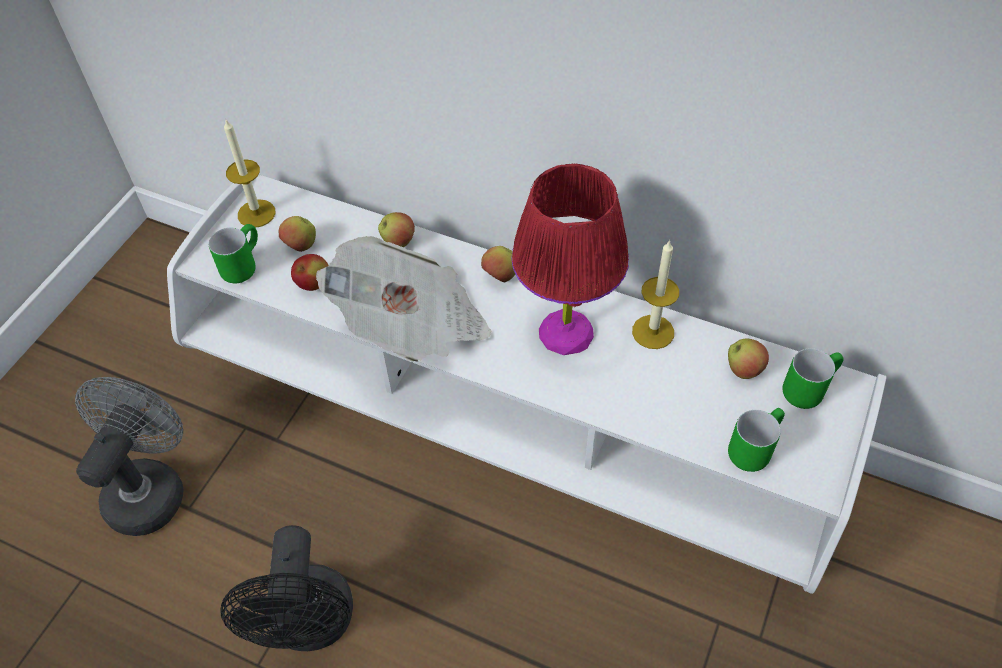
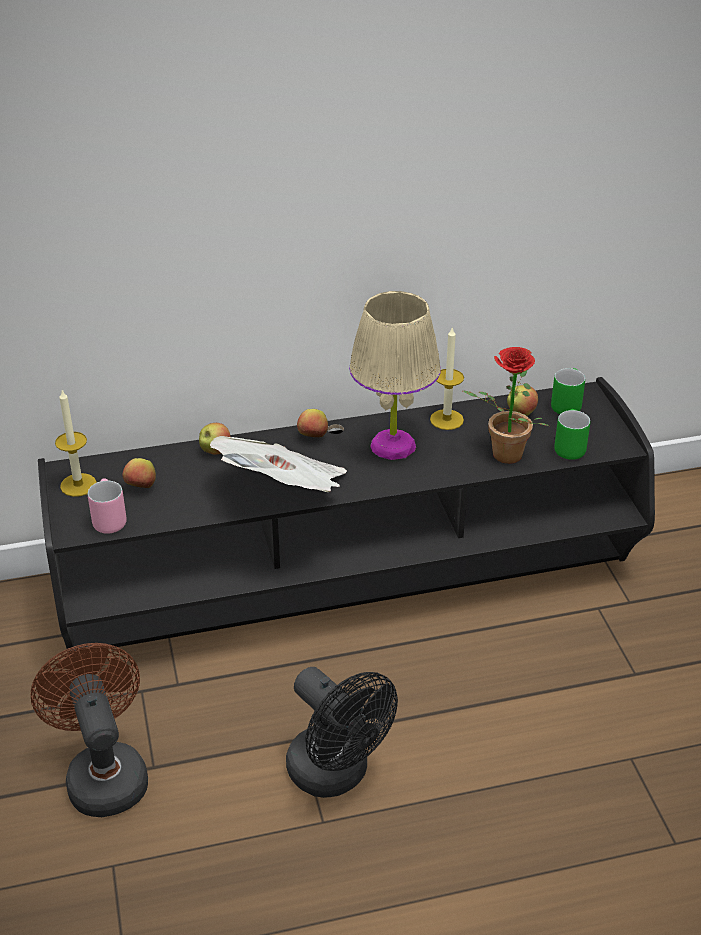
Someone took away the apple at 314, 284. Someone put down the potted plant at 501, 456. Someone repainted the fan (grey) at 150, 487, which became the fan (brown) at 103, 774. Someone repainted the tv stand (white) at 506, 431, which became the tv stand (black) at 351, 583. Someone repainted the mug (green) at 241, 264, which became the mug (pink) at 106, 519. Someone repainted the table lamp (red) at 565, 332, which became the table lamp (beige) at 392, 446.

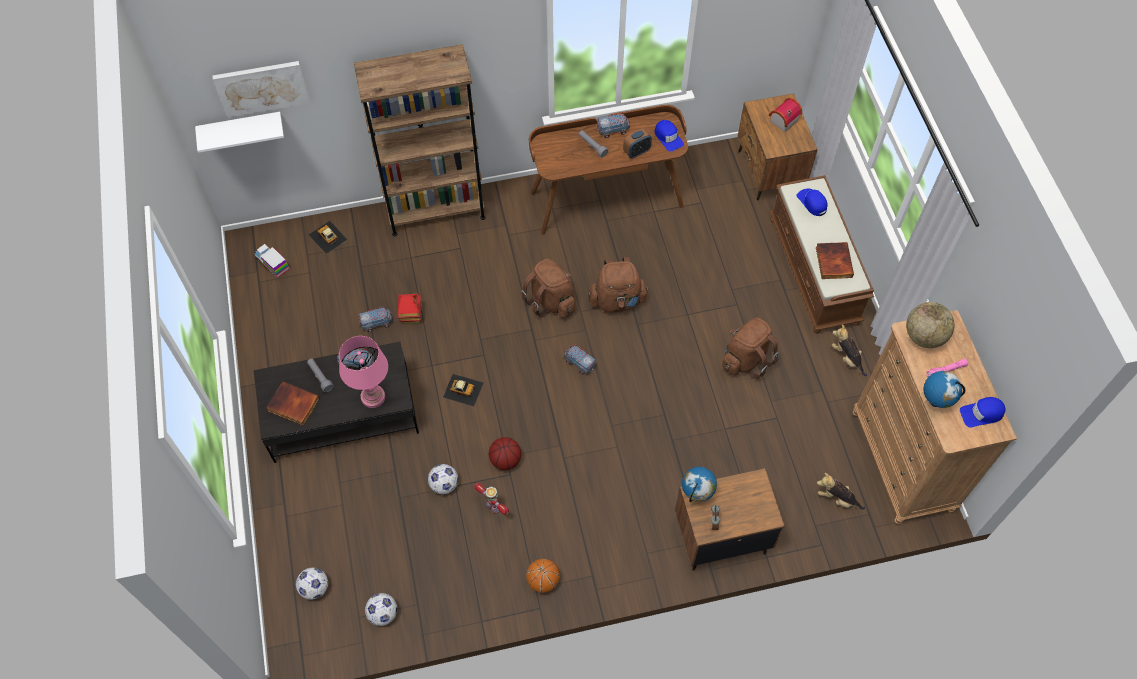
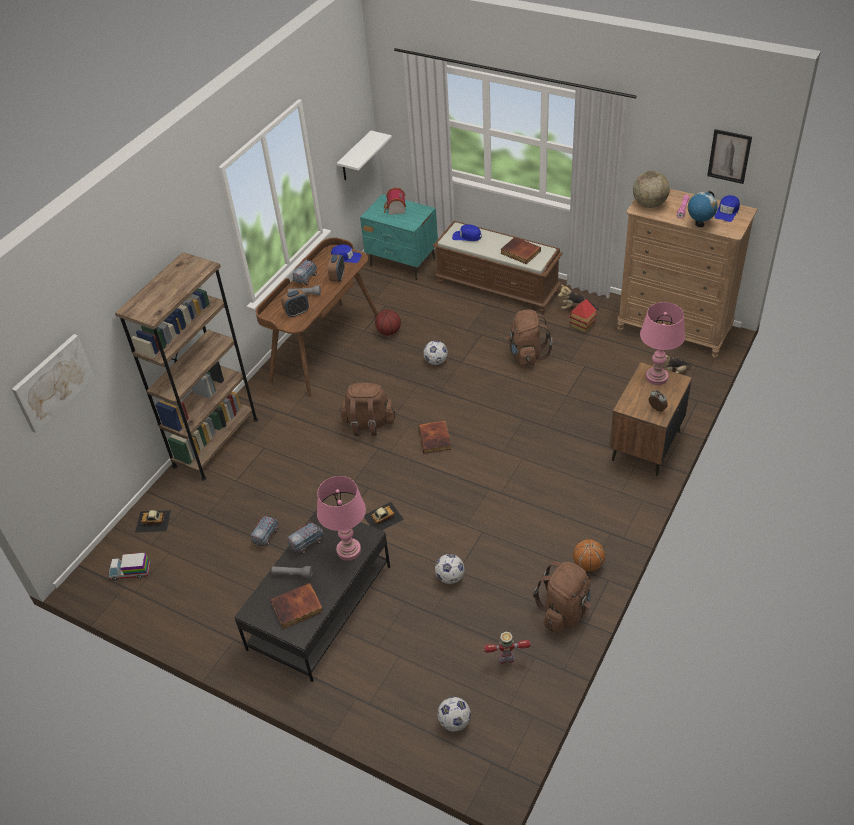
Someone took away the globe at 696, 494. Someone put down the alarm clock at 297, 312. Someone put down the table lamp (pink) at 656, 377. Someone put up the picture at 729, 156. Someone carried the shelf (white) from 241, 129 to 355, 157. Someone carried the football from 383, 614 to 436, 361. Someone carried the toy house from 411, 315 to 582, 325. Someone carried the toy robot from 494, 507 to 506, 658. Someone carried the basketball from 506, 460 to 389, 332. Someone carried the backpack (brown) from 617, 300 to 565, 611. Someone swapped the toy truck at 579, 363 for the book at 435, 438. Someone repainted the nightstand (brown) at 768, 172, which became the nightstand (turquoise) at 403, 262.

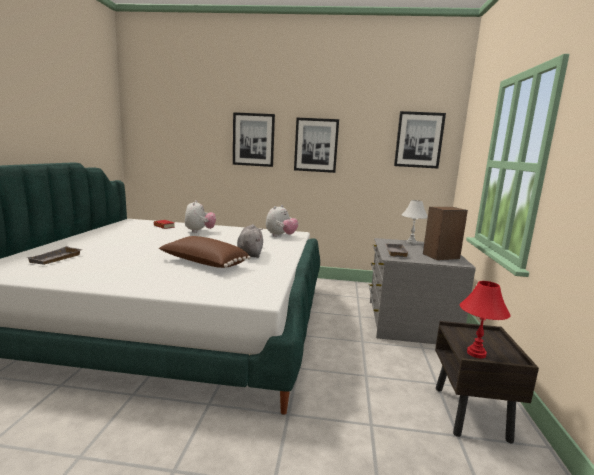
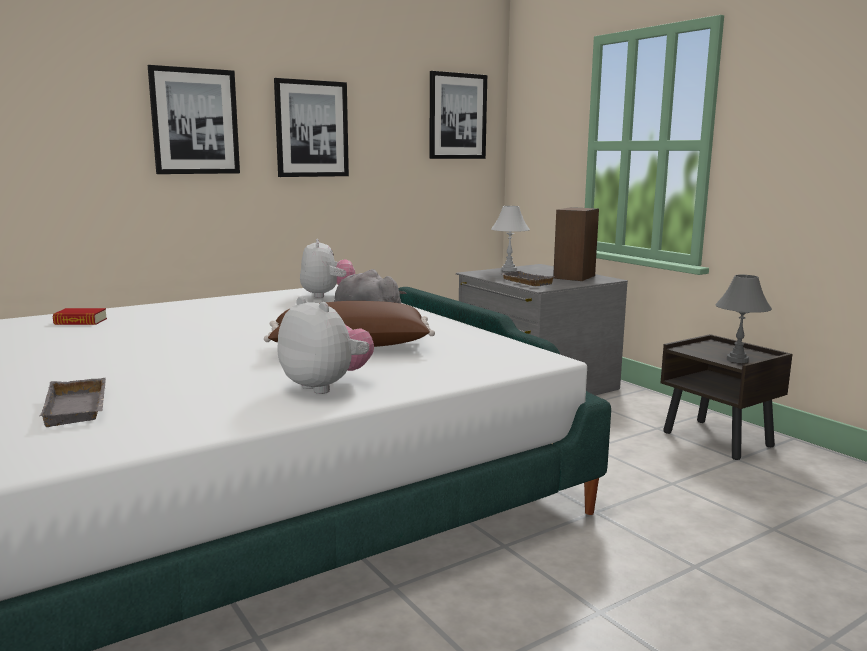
Someone carried the plush toy from 199, 231 to 326, 386. Someone repainted the table lamp (red) at 476, 353, which became the table lamp (grey) at 737, 360.

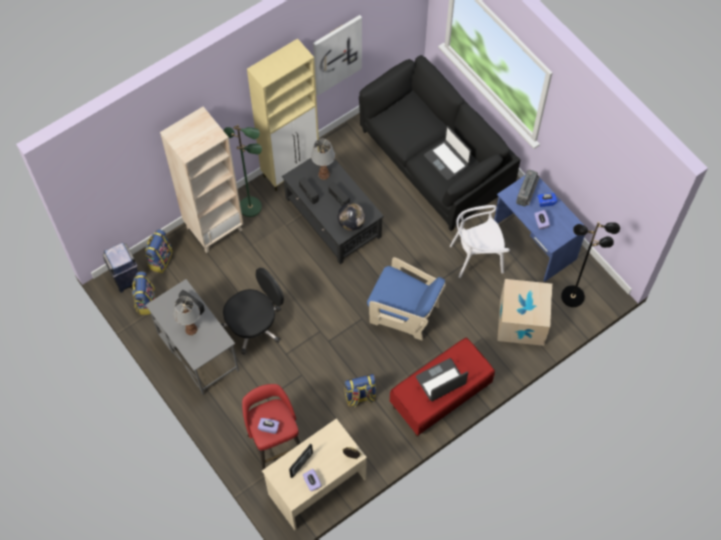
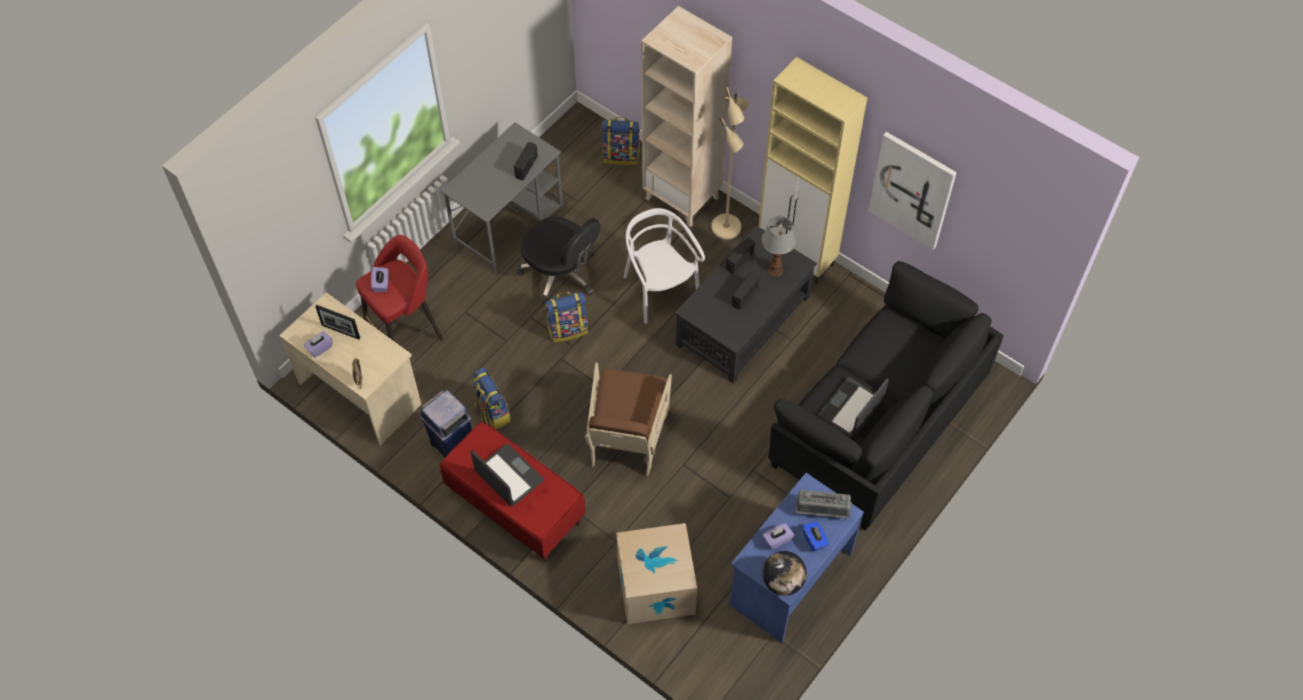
Someone took away the table lamp at 191, 329. Someone took away the floor lamp (black) at 573, 296. Someone carried the trash can (blue) from 126, 279 to 452, 445. Someone carried the backpack from 145, 301 to 568, 329. Someone carried the globe from 351, 223 to 782, 581. Someone carried the chair (white) from 477, 257 to 659, 290. Someone repainted the floor lamp (green) at 251, 206, which became the floor lamp (beige) at 727, 227. Someone repainted the armchair (blue) at 404, 312, which became the armchair (brown) at 627, 436.

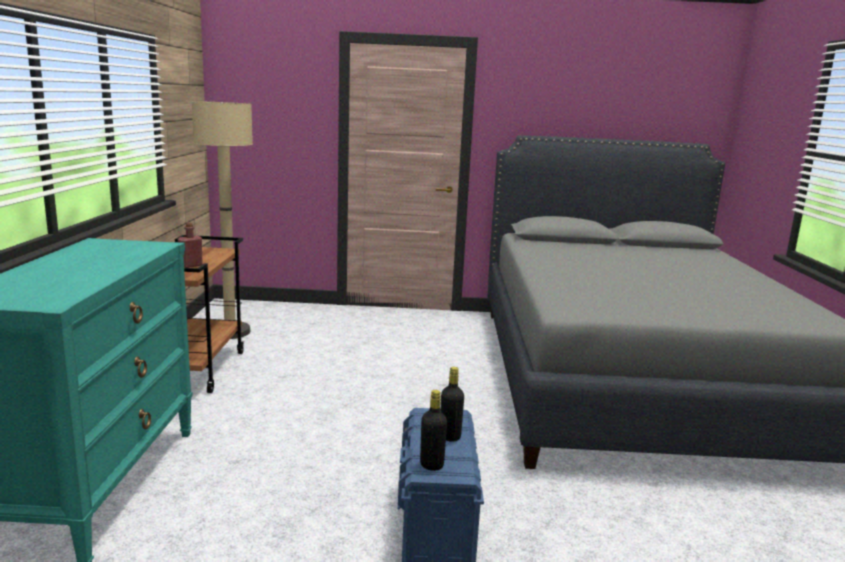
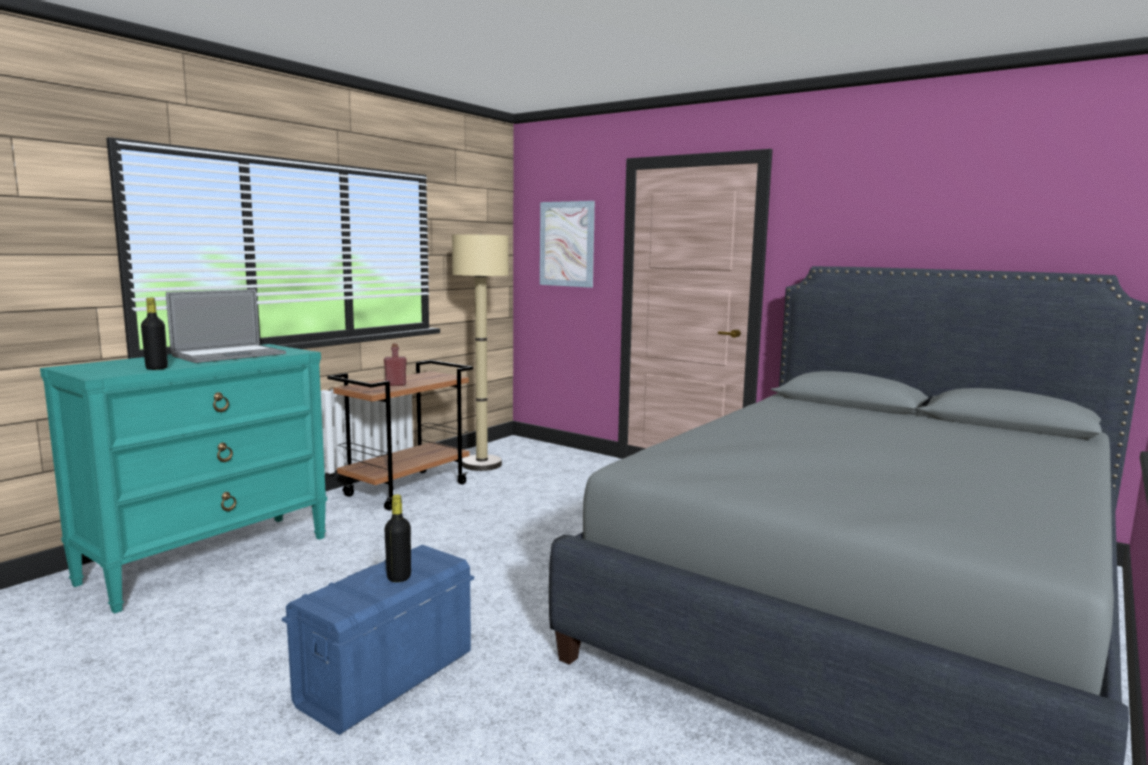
Someone put down the laptop at 229, 355. Someone put up the picture at 567, 244. Someone carried the bottle (black) from 431, 465 to 156, 368.

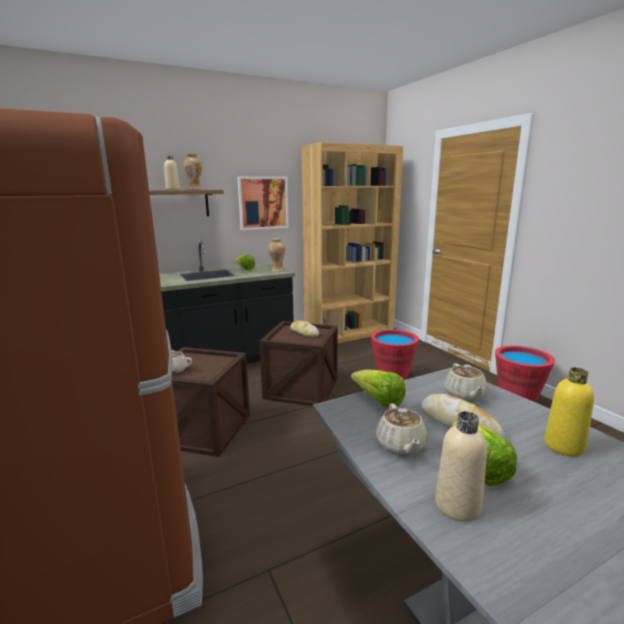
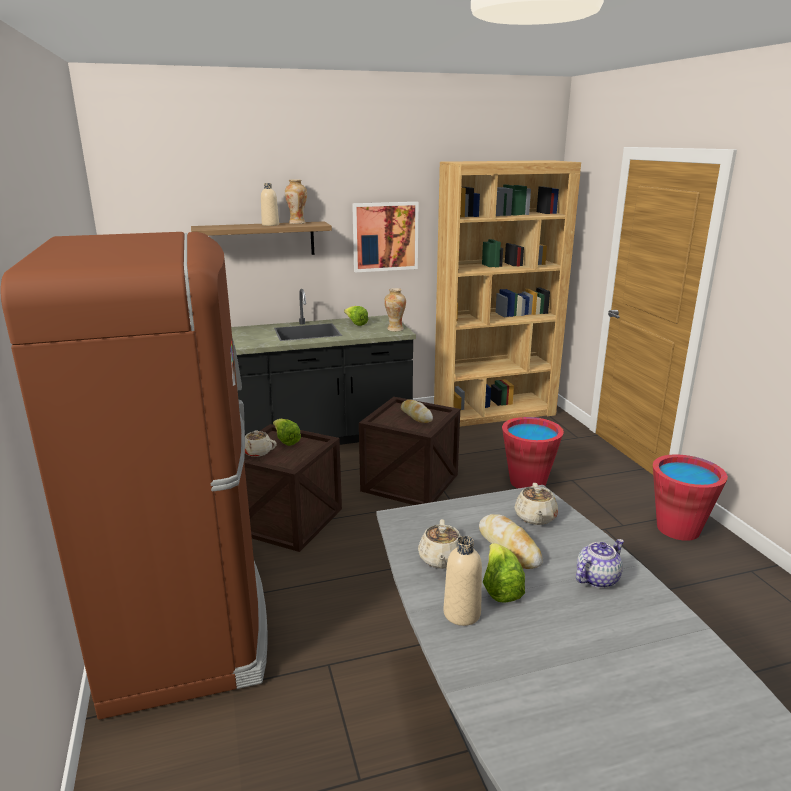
Someone carried the lettuce from 379, 402 to 286, 441. Someone swapped the bottle (yellow) at 563, 446 for the teapot at 597, 578.

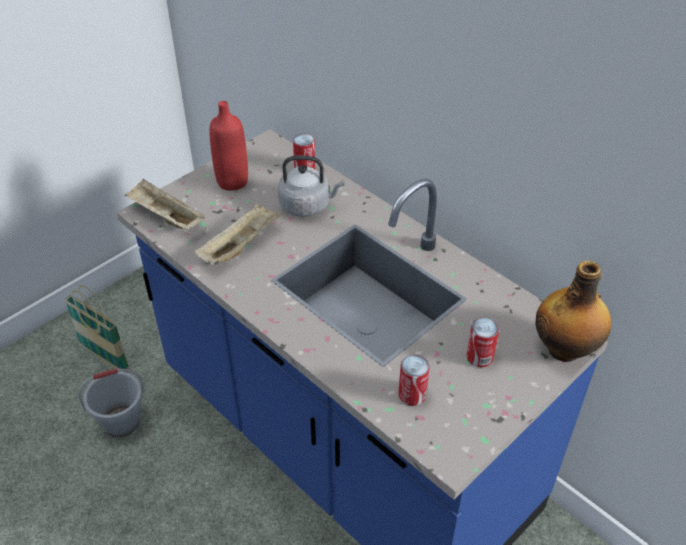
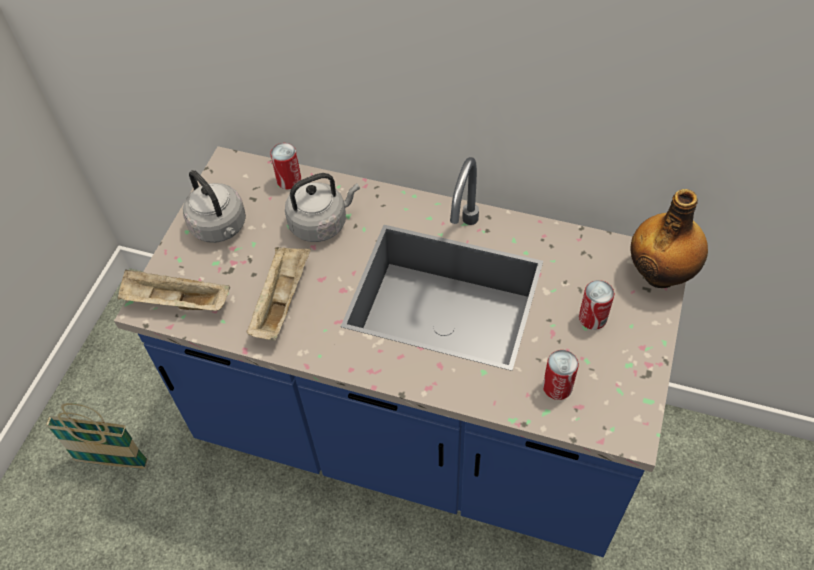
Someone took away the bucket (grey) at 121, 421. Someone swapped the bottle (red) at 232, 181 for the kettle (grey) at 220, 228.

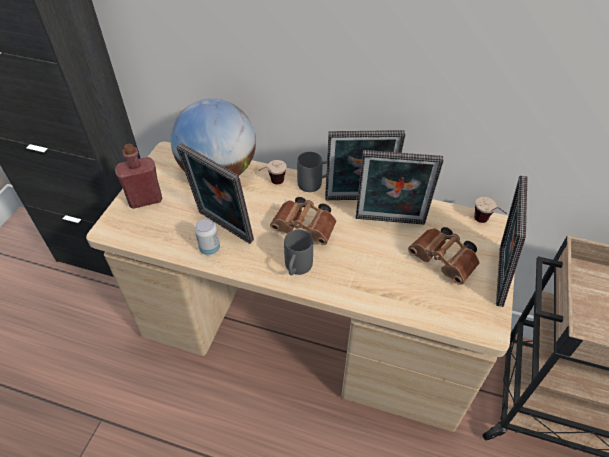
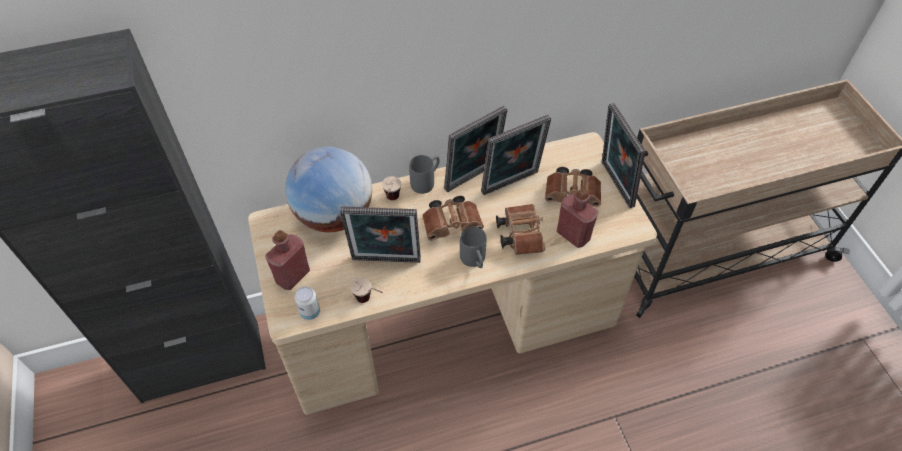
Someone put down the binoculars (brown) at 519, 234. Someone put down the bottle (red) at 573, 235. Someone carried the can from 209, 248 to 310, 312. Someone carried the cup from 485, 224 to 369, 301.

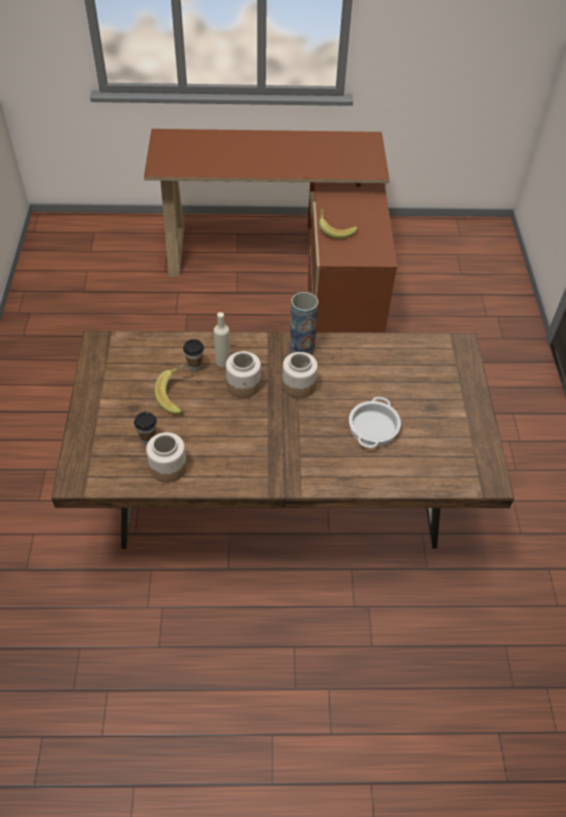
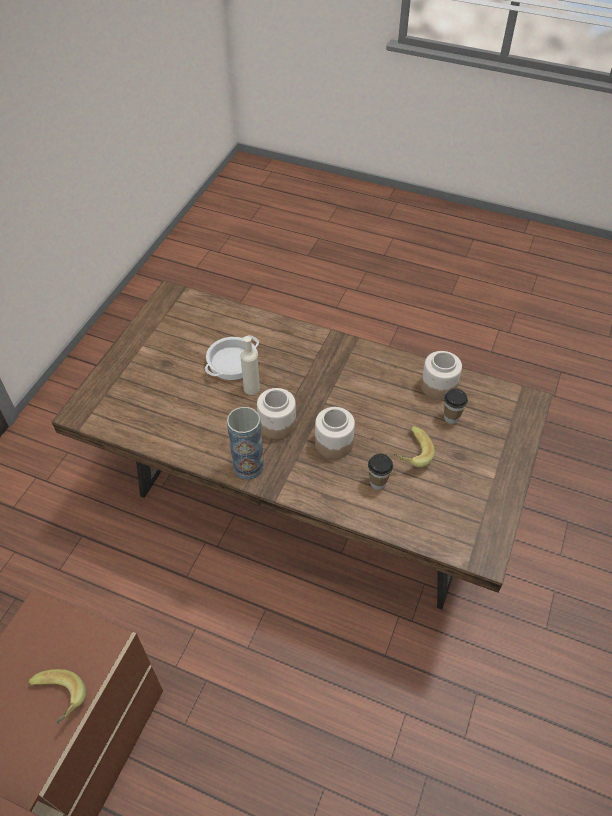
Someone carried the bottle (beige) from 223, 361 to 251, 388.

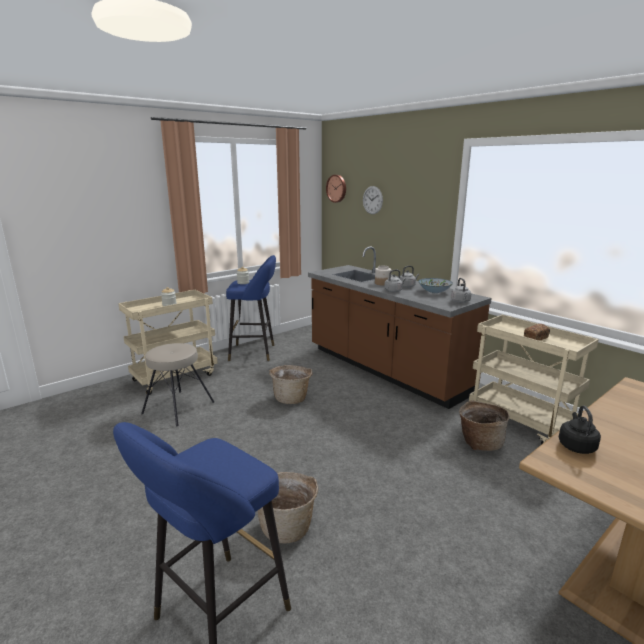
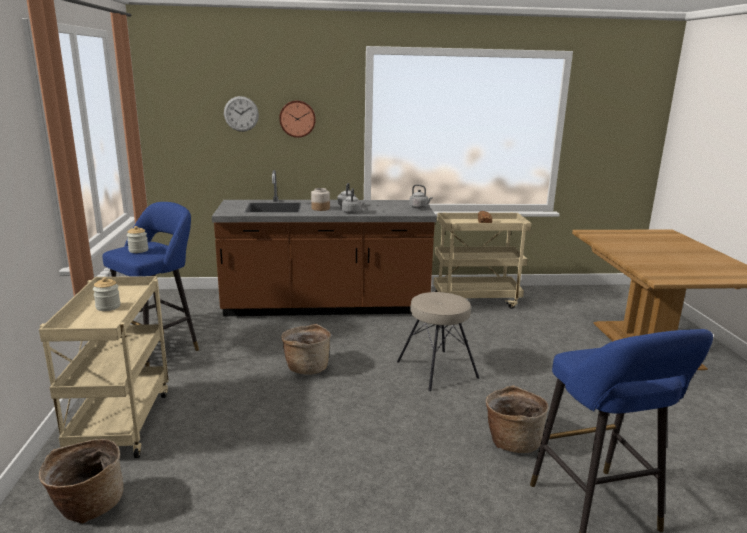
Someone took away the bowl at 434, 292. Someone took away the kettle (black) at 576, 445. Someone carried the stool (beige) from 178, 407 to 436, 370. Someone carried the wall clock from 337, 188 to 297, 118. Someone carried the basket from 479, 442 to 87, 505.

